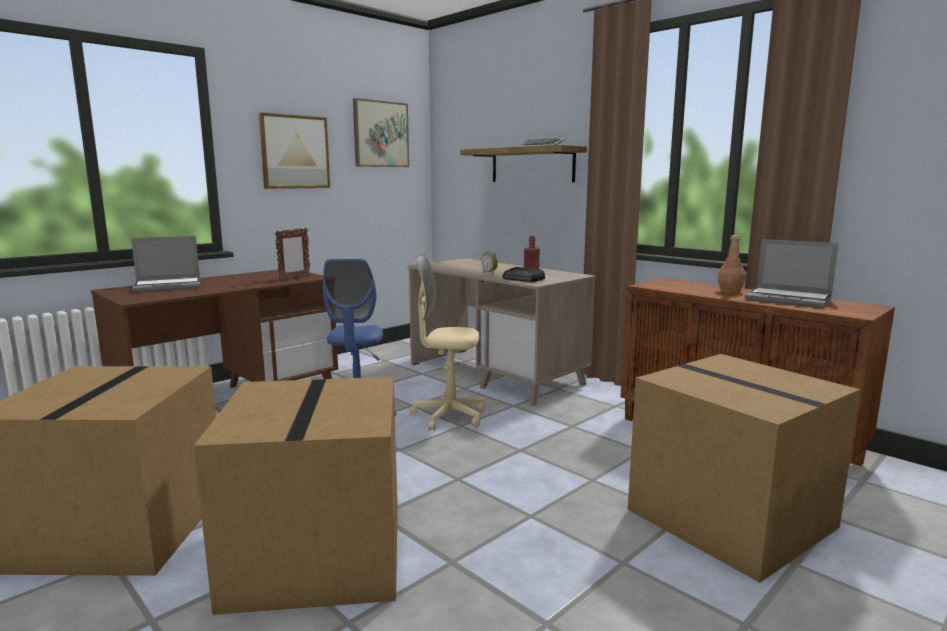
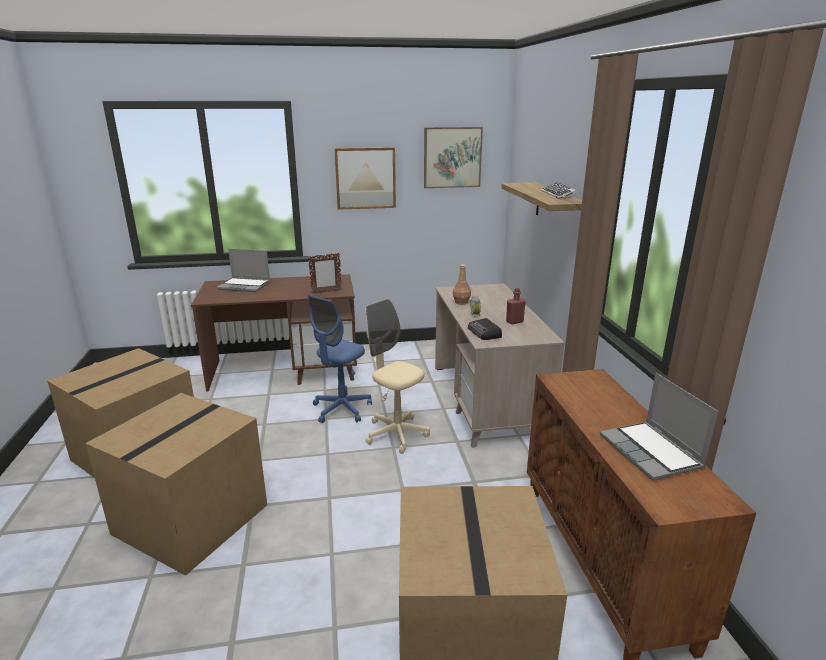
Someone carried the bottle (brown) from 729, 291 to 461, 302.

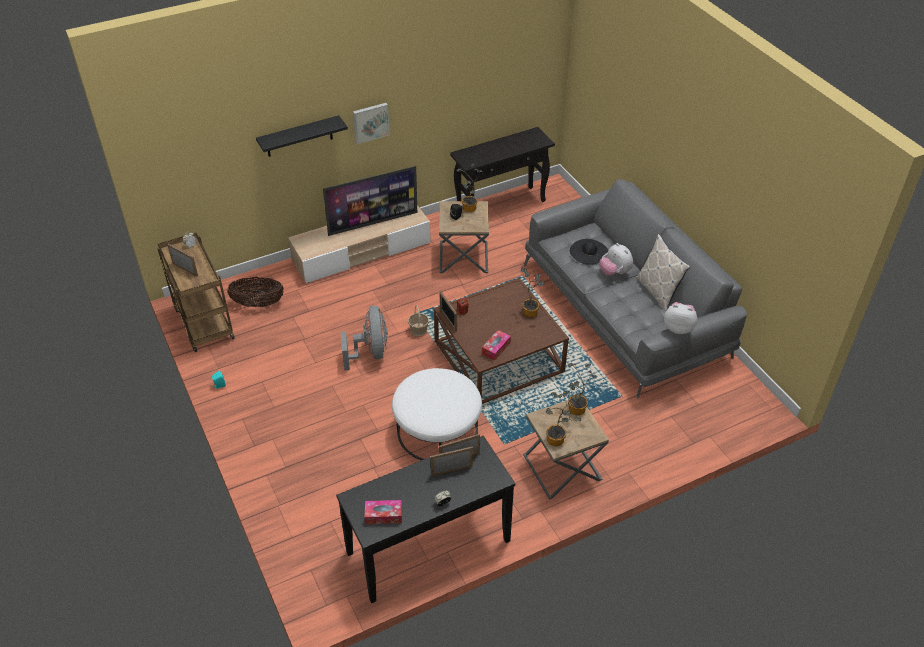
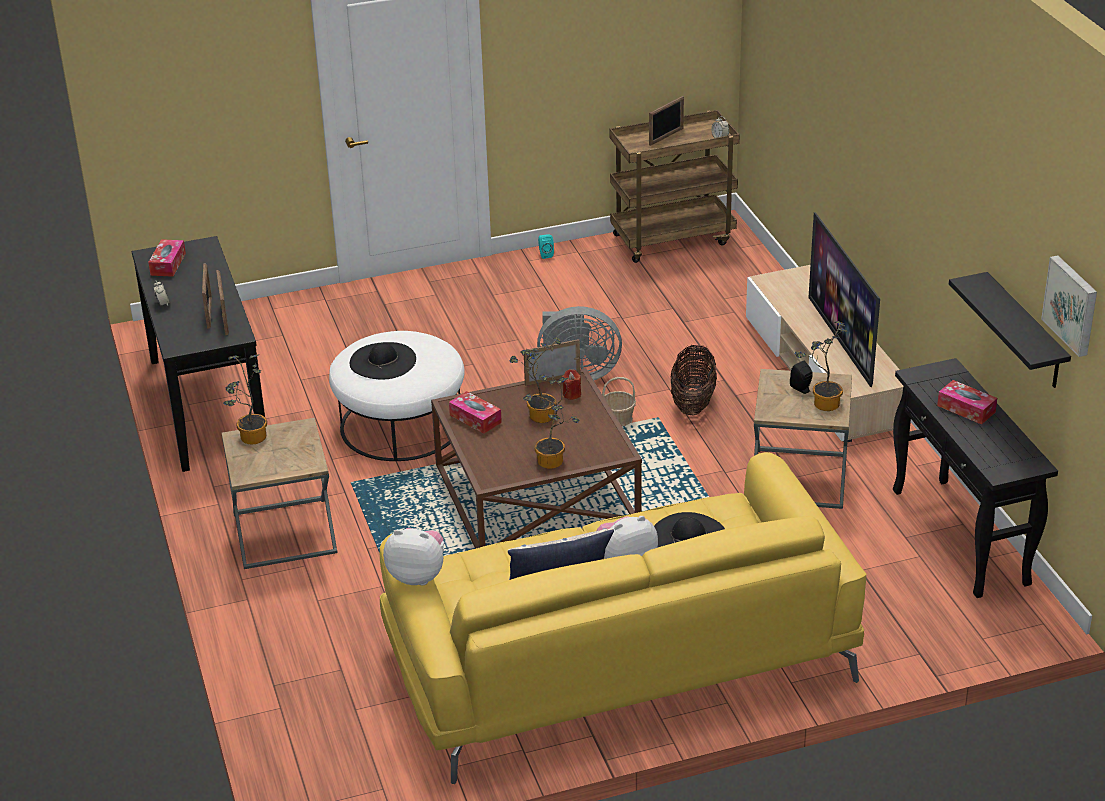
Someone put down the hat (black) at 383, 361. Someone put down the tissue box at 966, 409. Someone carried the basket from 258, 303 to 693, 403. Someone carried the shelf (black) from 299, 136 to 1025, 332. Someone carried the picture from 370, 122 to 1072, 305. Someone carried the potted plant from 575, 411 to 538, 414. Someone repainted the sofa (grey) at 625, 311, which became the sofa (yellow) at 617, 659. Someone rotated the plush toy at 678, 328 by 105 degrees counterclockwise.

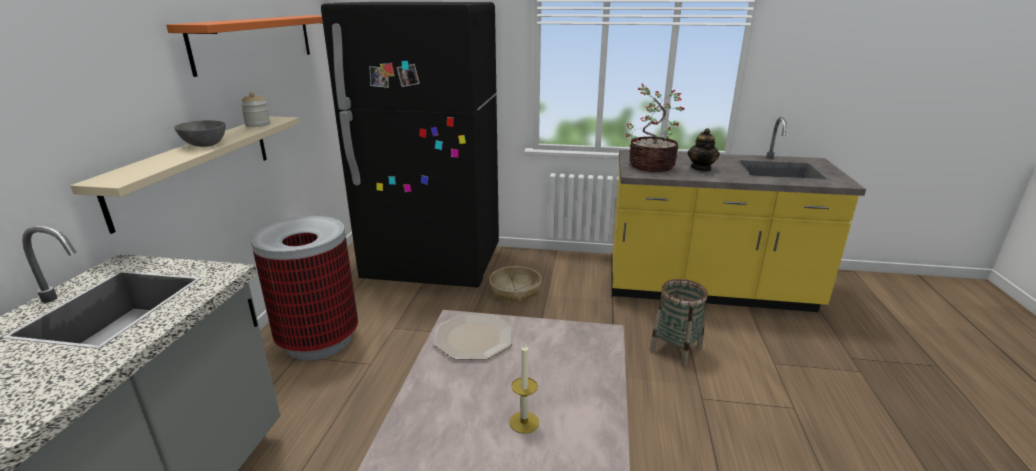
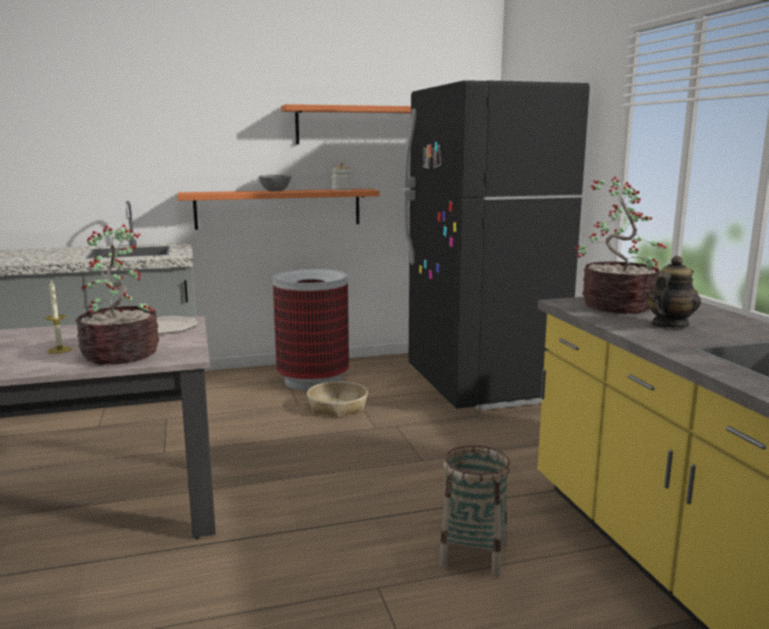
Someone put down the potted plant at 122, 355. Someone carried the basket from 515, 290 to 338, 407. Someone repainted the shelf (beige) at 196, 166, which became the shelf (orange) at 278, 208. Someone rotated the teapot at 701, 168 by 150 degrees clockwise.

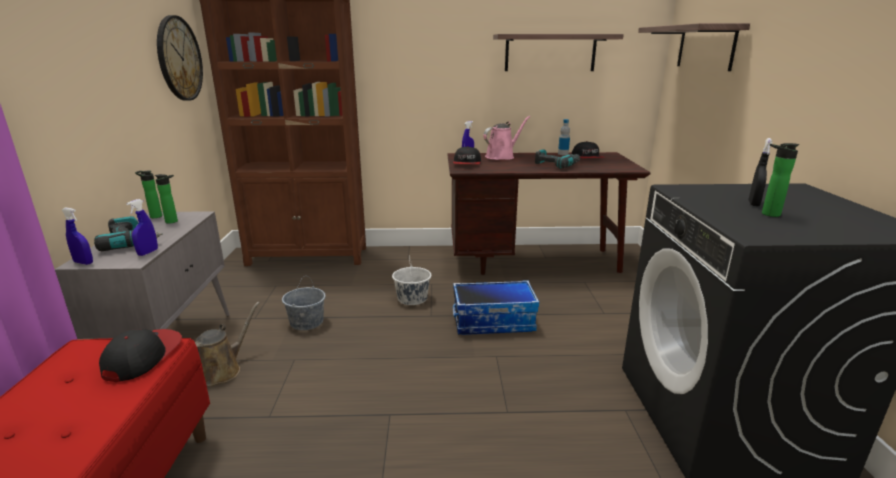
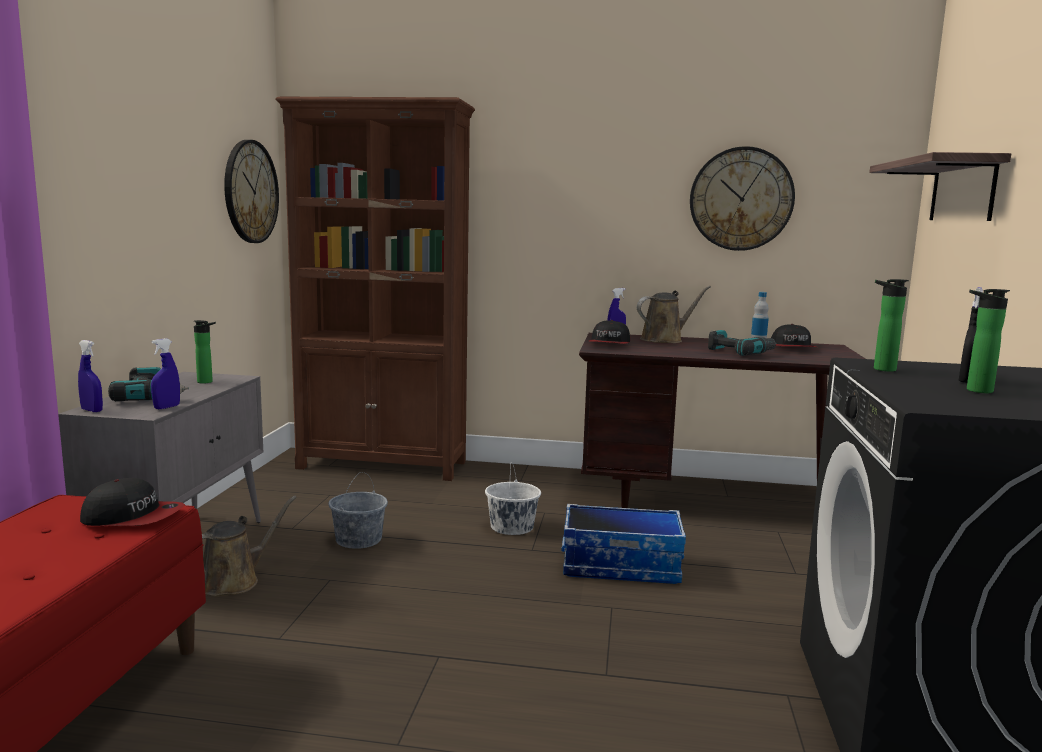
Someone carried the bottle from 154, 216 to 880, 369. Someone swapped the shelf at 550, 53 for the wall clock at 741, 199. Someone repainted the watering can (pink) at 502, 156, which became the watering can (brown) at 665, 339. Someone rotated the cap at 142, 357 by 75 degrees clockwise.

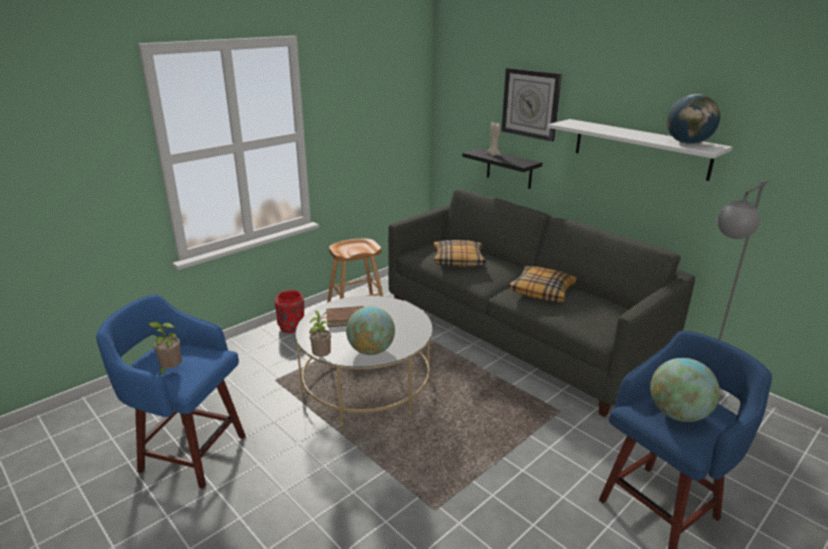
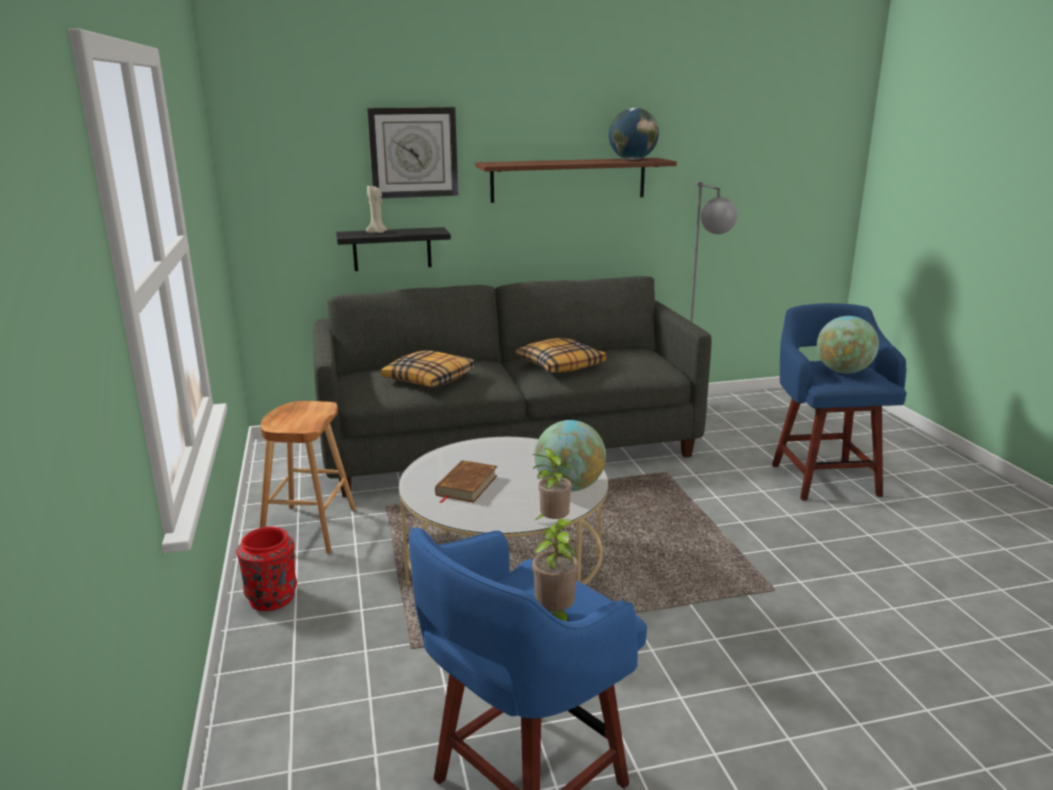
Someone repainted the shelf (white) at 640, 148, which became the shelf (brown) at 568, 180.

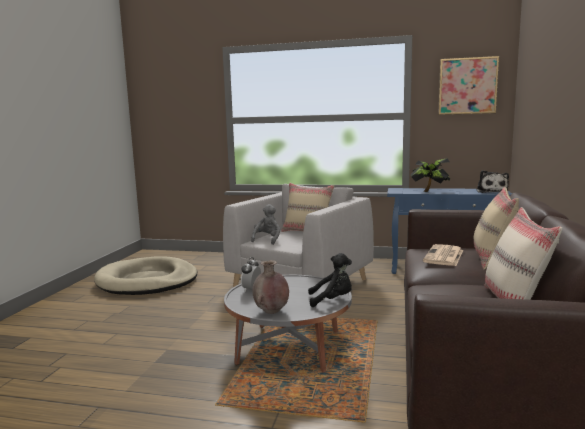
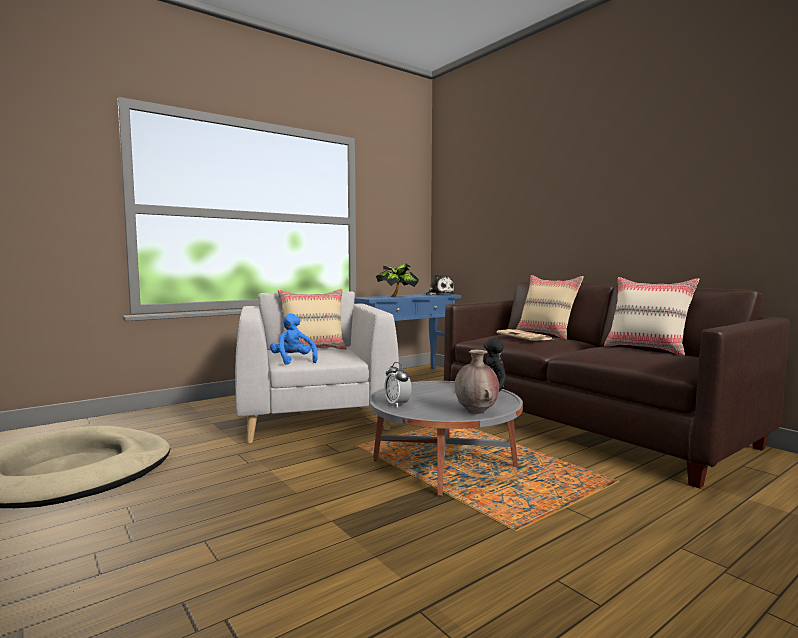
Someone took away the picture at 467, 86. Someone repainted the plush toy (grey) at 267, 240, which became the plush toy (blue) at 293, 361.

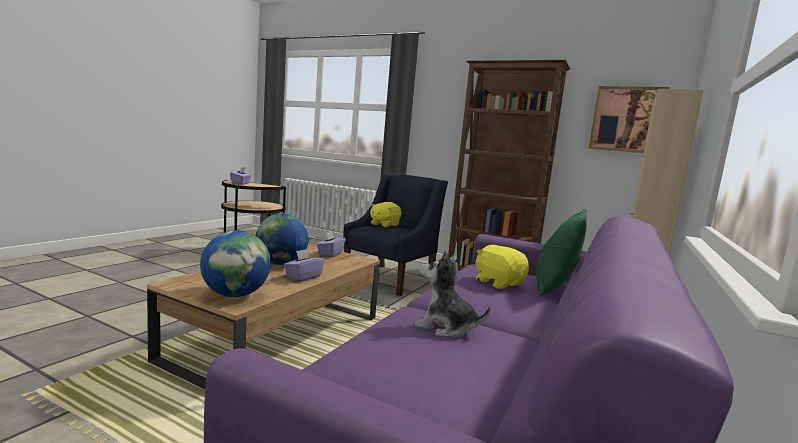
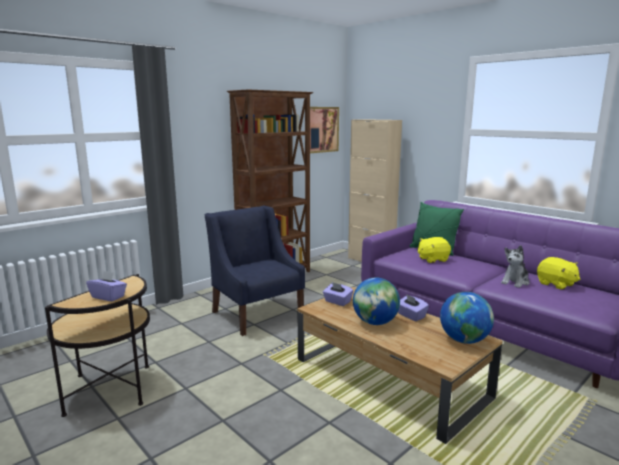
Someone carried the plush toy (yellow) from 384, 225 to 556, 284.

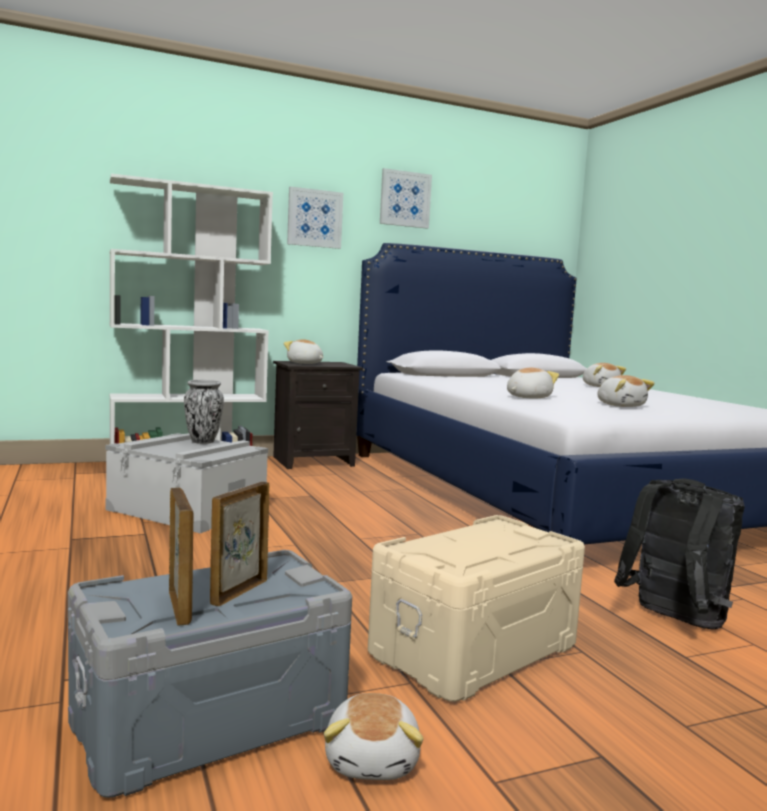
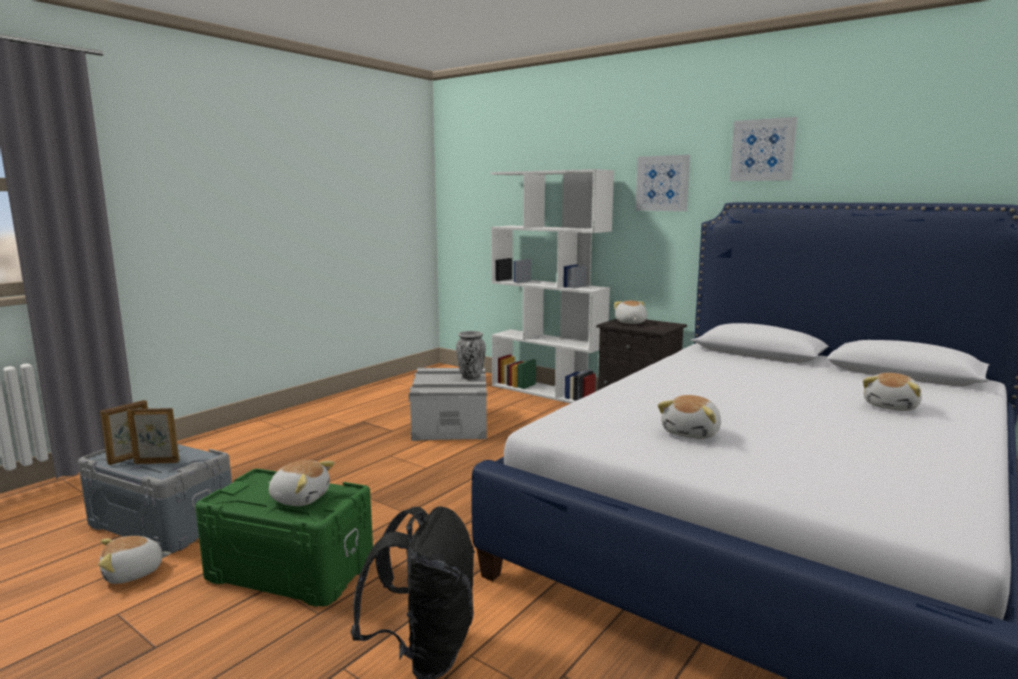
Someone carried the plush toy from 527, 397 to 300, 498. Someone repainted the storage box (beige) at 472, 649, which became the storage box (green) at 292, 569.

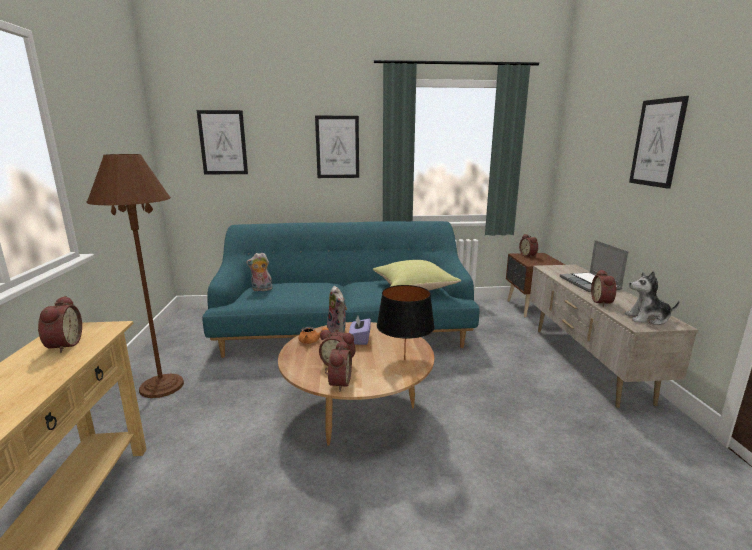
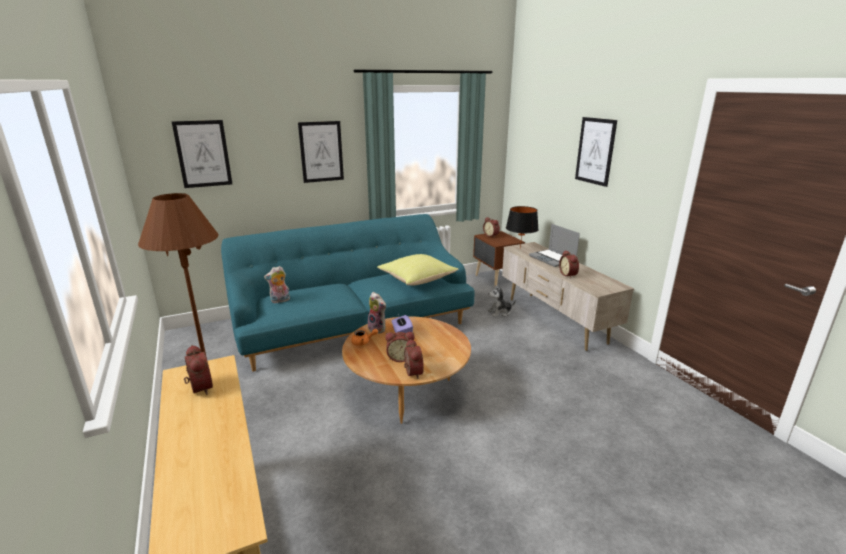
Someone carried the table lamp (black) from 404, 359 to 520, 248. Someone carried the plush toy from 647, 319 to 500, 312.

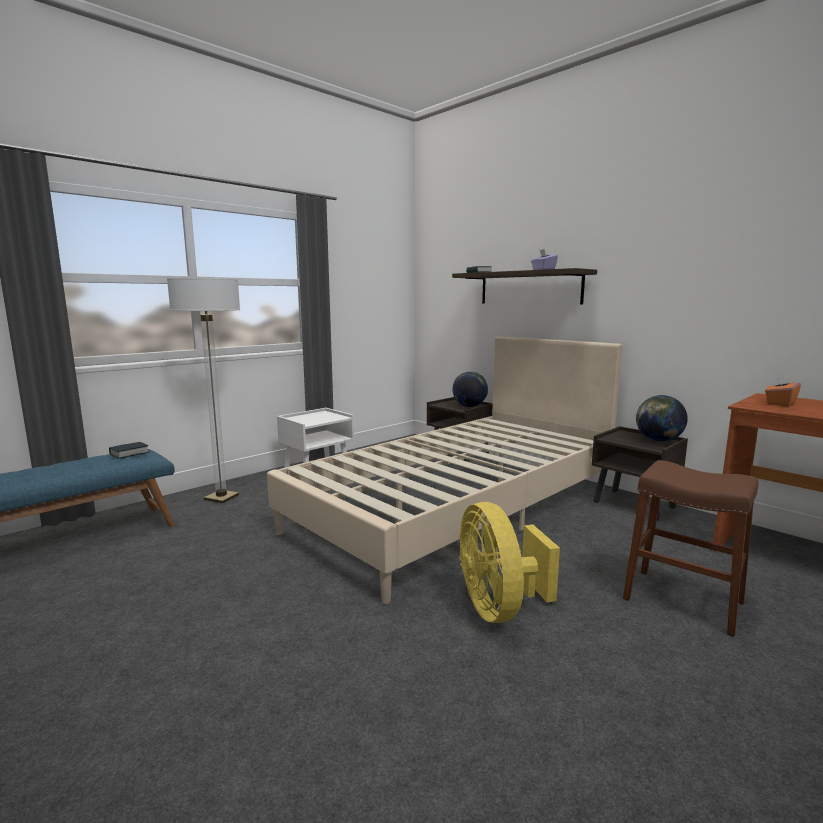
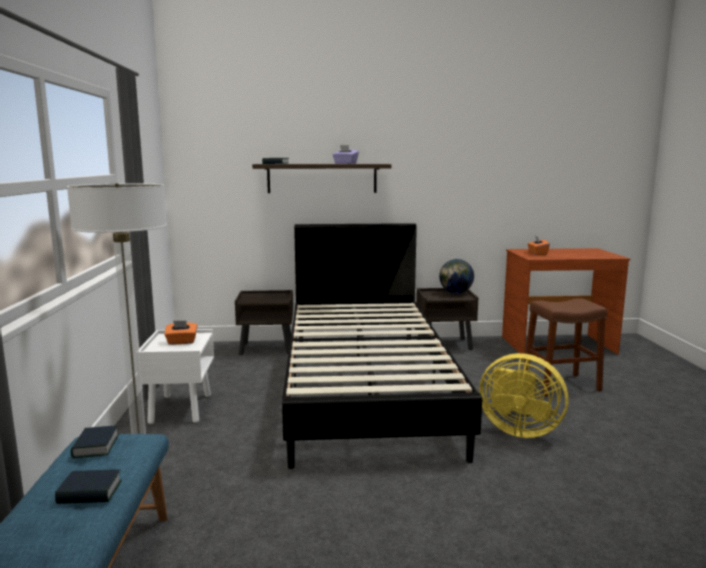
Someone took away the globe at 469, 406. Someone put down the book at 90, 492. Someone put down the tissue box (orange) at 181, 342. Someone repainted the bed (beige) at 458, 508, which became the bed (black) at 365, 387.

